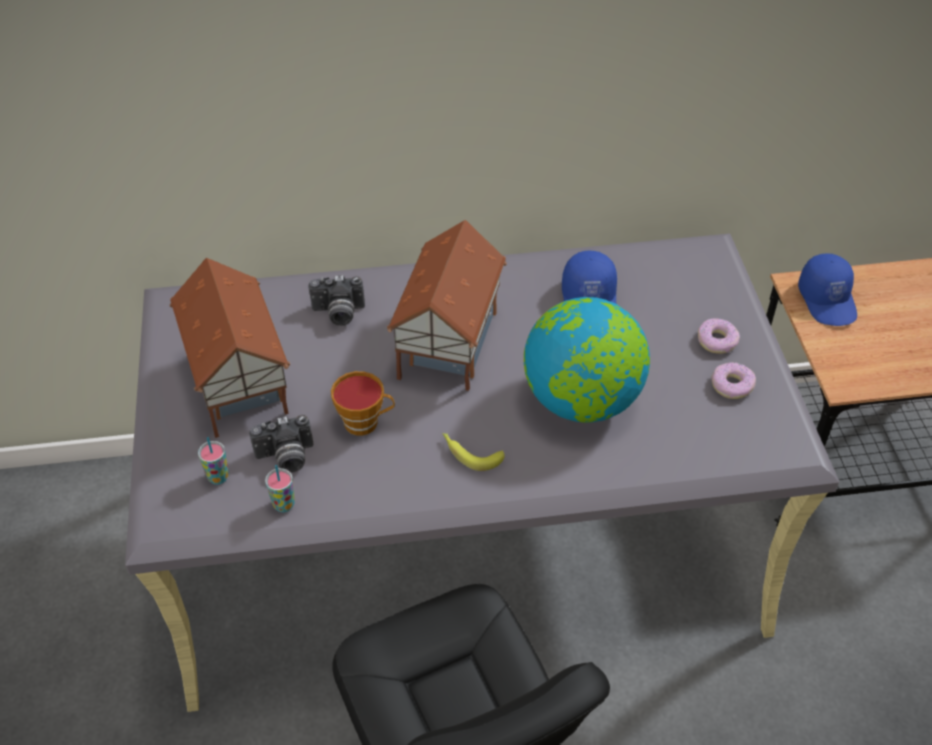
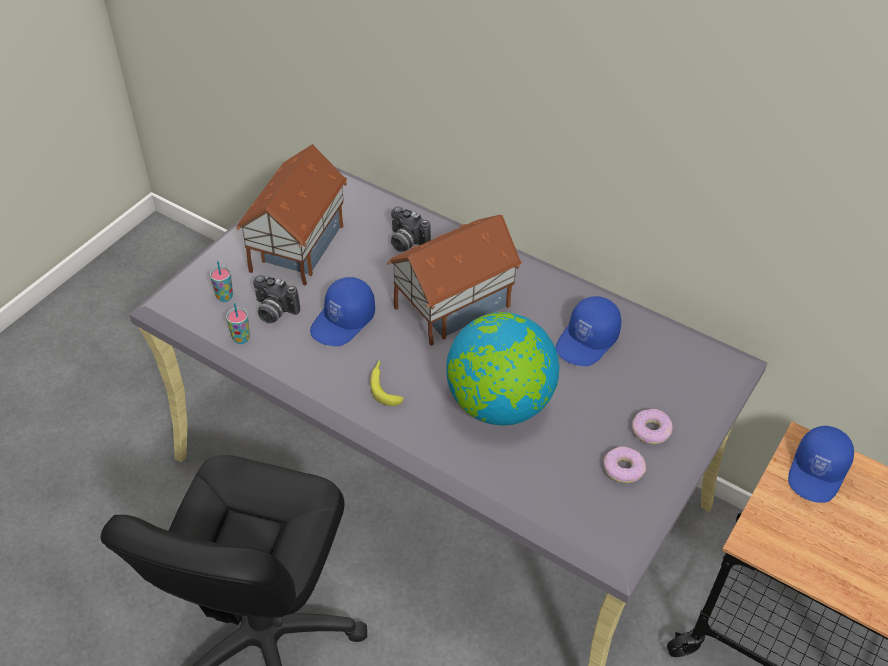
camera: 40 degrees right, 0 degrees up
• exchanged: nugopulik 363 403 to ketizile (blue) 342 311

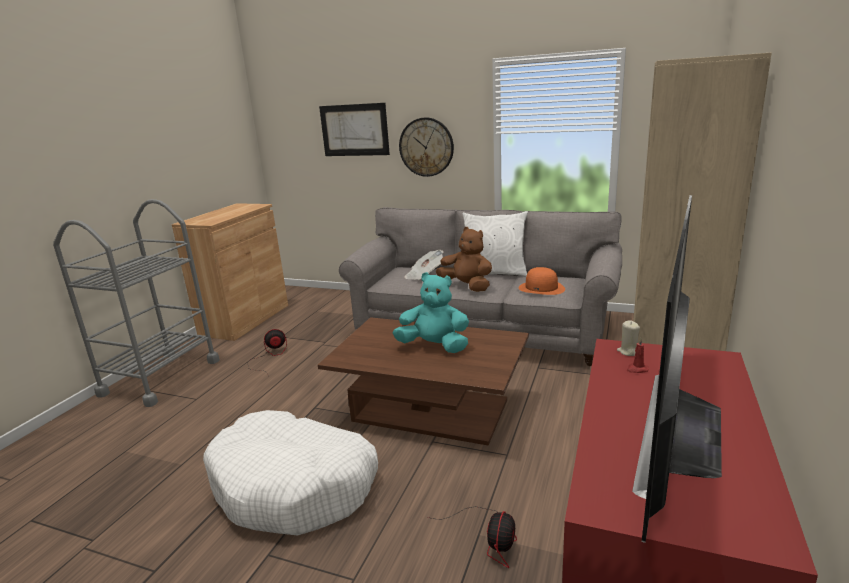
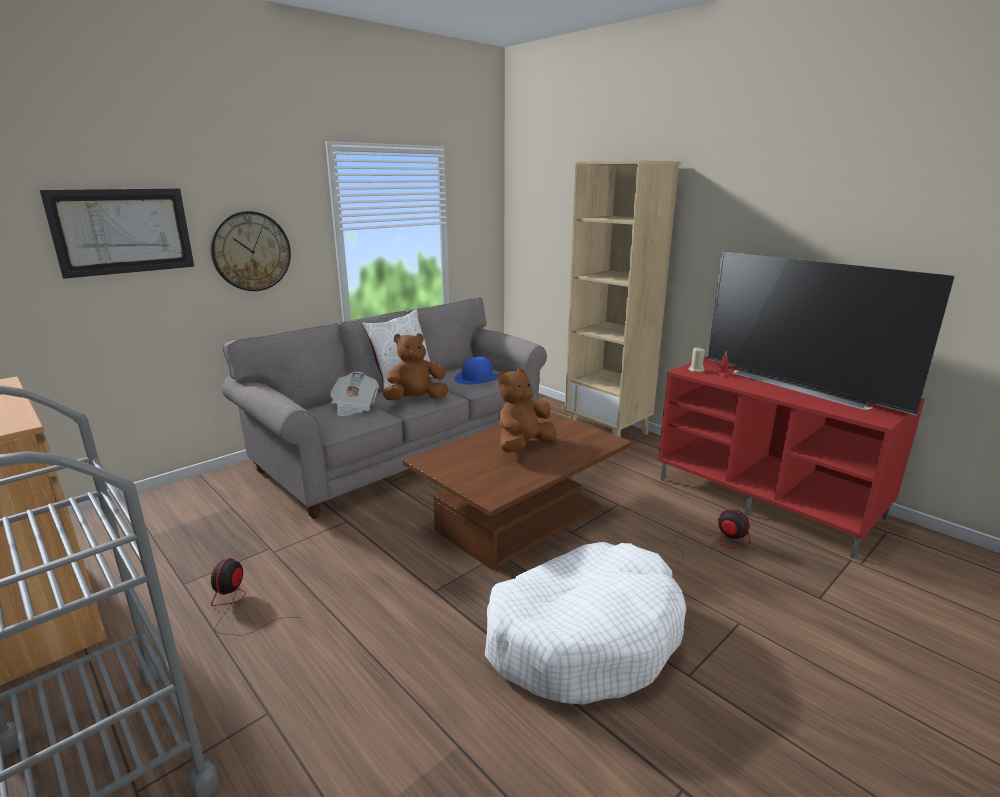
camera: 65 degrees left, 0 degrees up
• colour: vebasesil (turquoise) 431 312 to vebasesil (brown) 527 410
• colour: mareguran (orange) 542 281 to mareguran (blue) 476 371

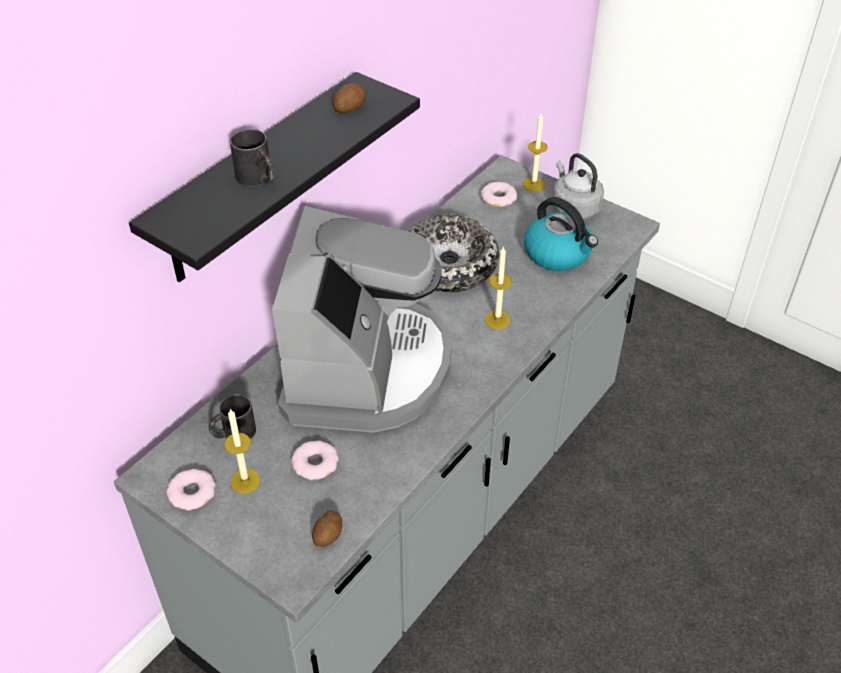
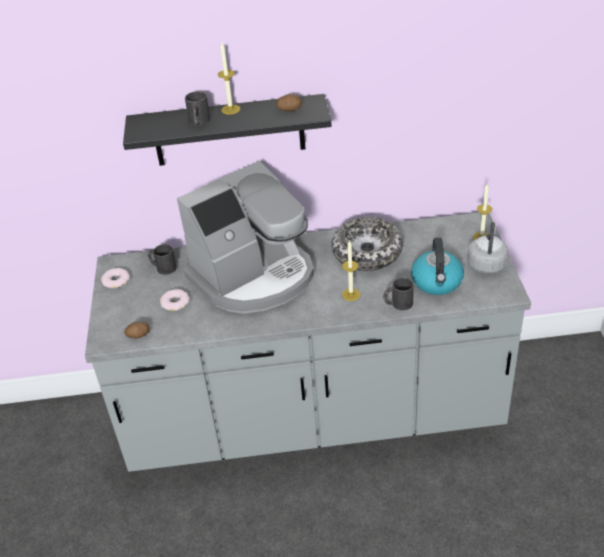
camera: 50 degrees right, 5 degrees down
• missing: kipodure 499 194
• appeared: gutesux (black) 398 293
• relocated: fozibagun 242 451 to 229 79

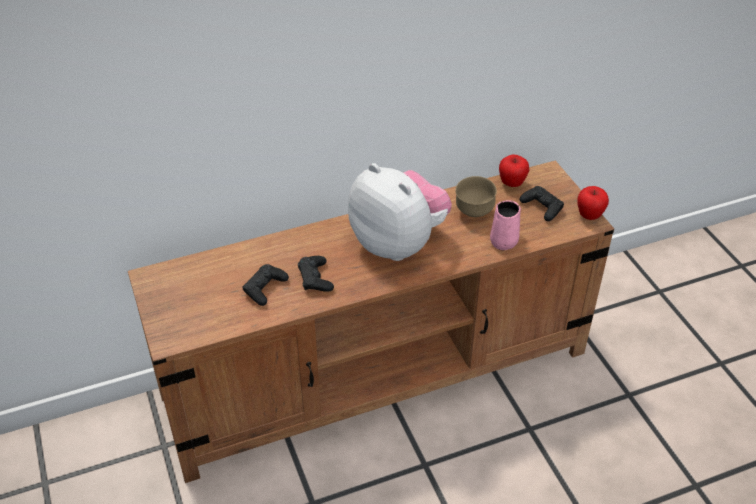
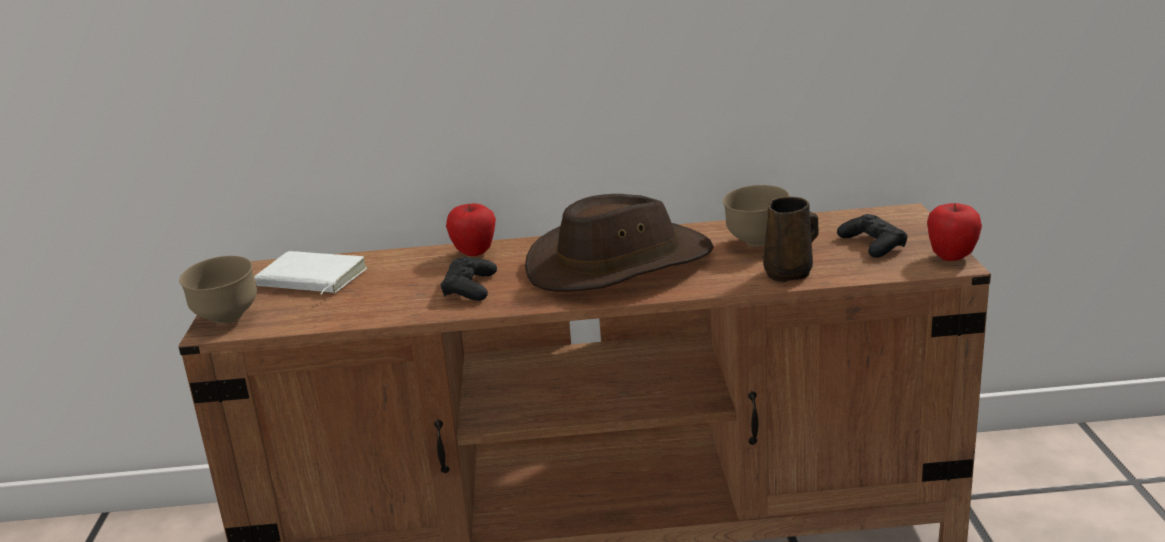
camera: 20 degrees right, 20 degrees down
• missing: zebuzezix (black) 266 285
• appeared: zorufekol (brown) 218 290
• appeared: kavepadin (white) 311 273
• relocated: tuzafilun 514 170 to 471 229
• exchanged: vebasesil 400 212 to mareguran (brown) 619 243
• colour: gutesux (pink) 505 225 to gutesux (brown) 791 239

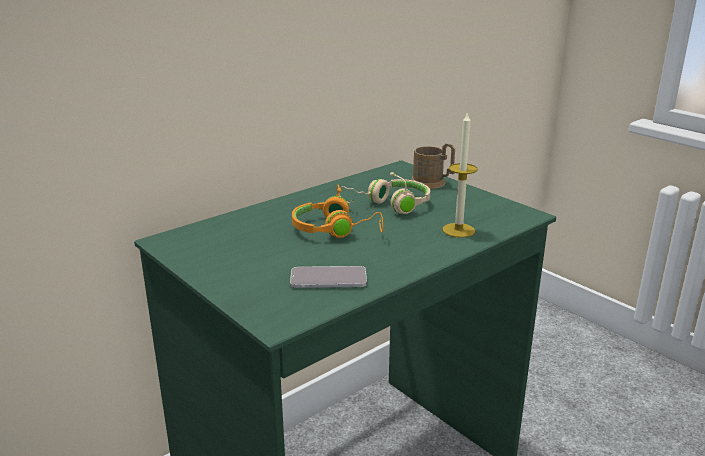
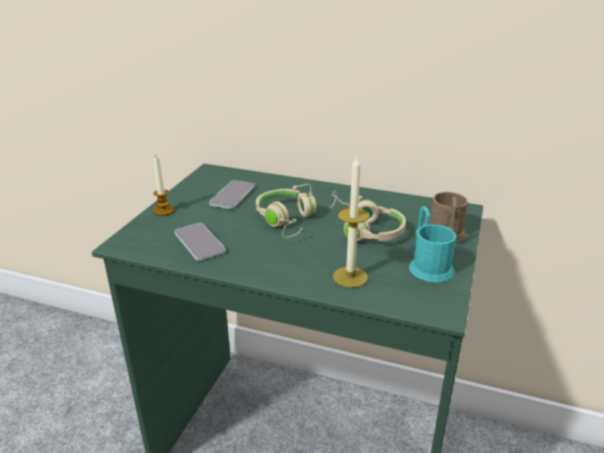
camera: 60 degrees right, 5 degrees up
• appeared: fozibagun 163 186
• appeared: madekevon 232 194
• appeared: gutesux (turquoise) 432 244
• colour: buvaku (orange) 337 211 to buvaku (beige) 286 211

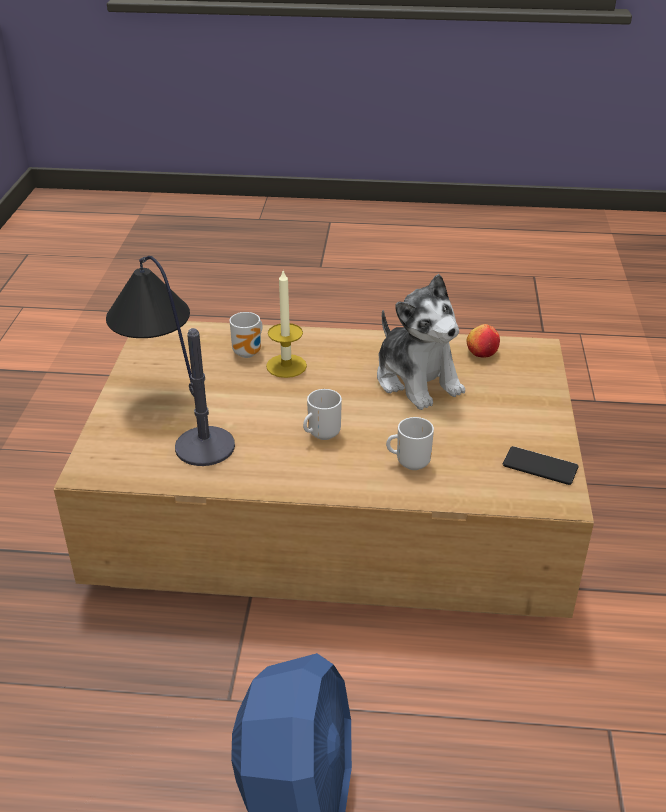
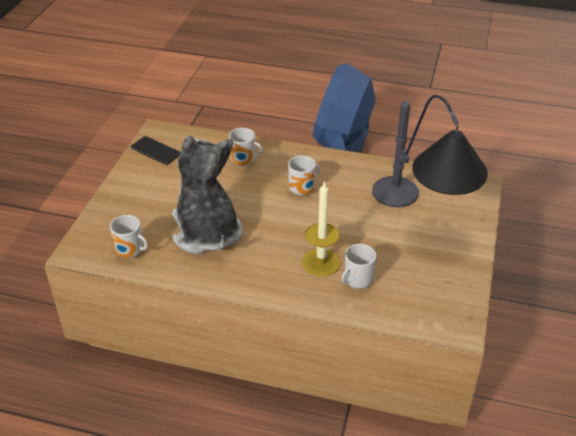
camera: 170 degrees left, 5 degrees up
• exchanged: tuzafilun 483 341 to gutesux 129 236

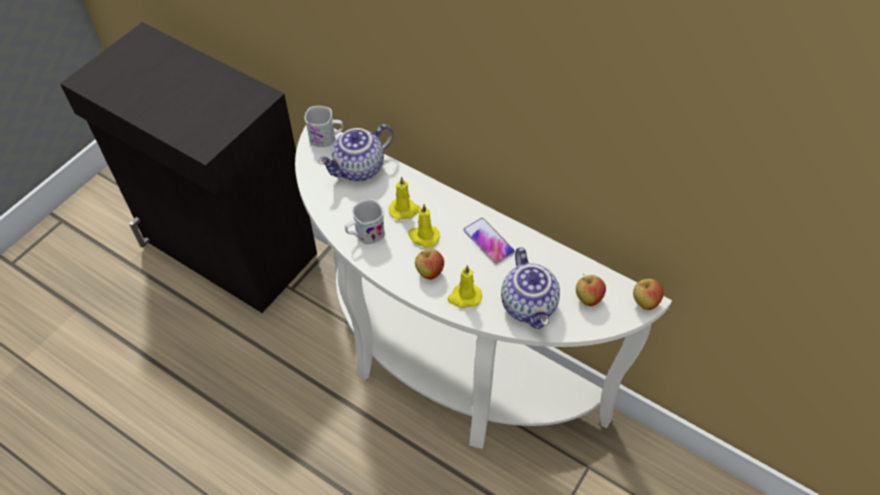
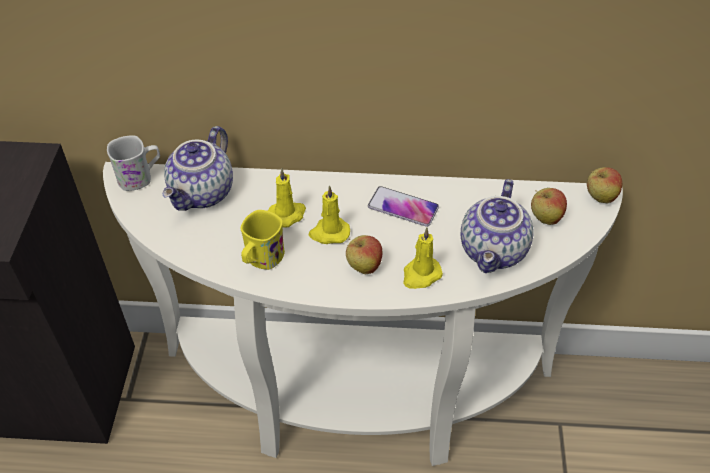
camera: 30 degrees left, 5 degrees down
• colour: gutesux (white) 365 222 to gutesux (yellow) 262 240
• spun: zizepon 530 288 = 497 226 60 degrees clockwise

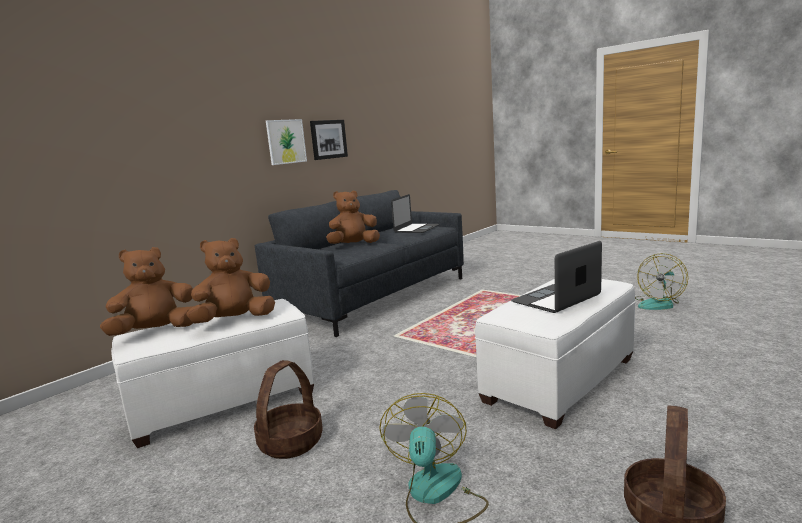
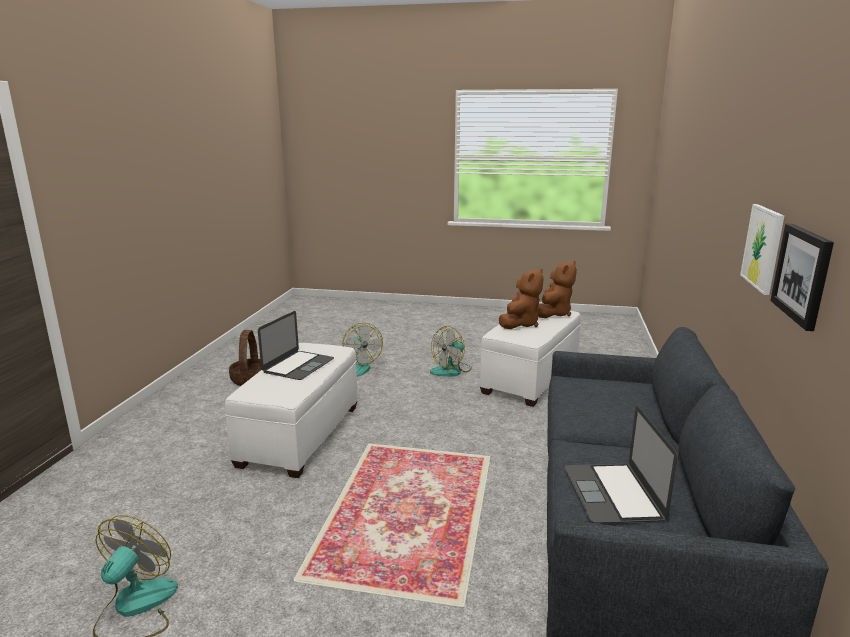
camera: 150 degrees right, 5 degrees up
• missing: vebasesil (brown) 353 217
• exchanged: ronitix 288 409 to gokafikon 451 351

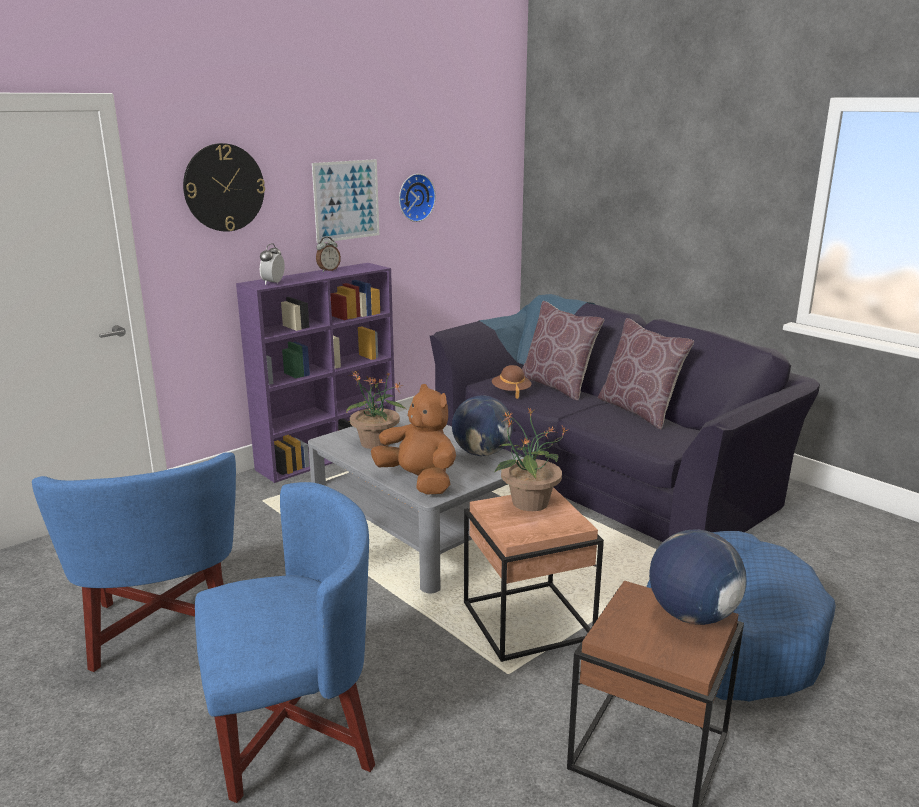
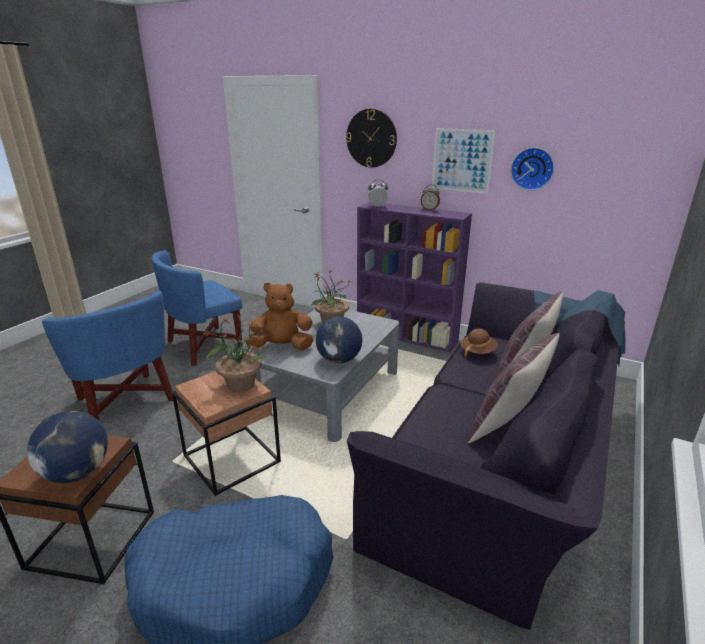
camera: 70 degrees right, 5 degrees up
• spun: vebasesil (brown) 413 439 = 279 316 120 degrees counterclockwise

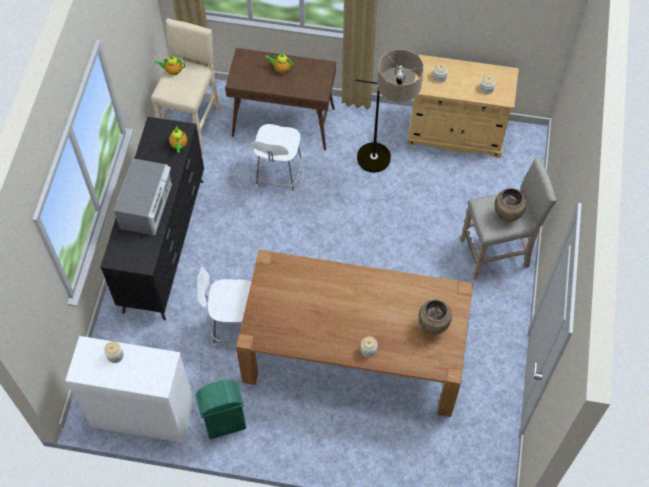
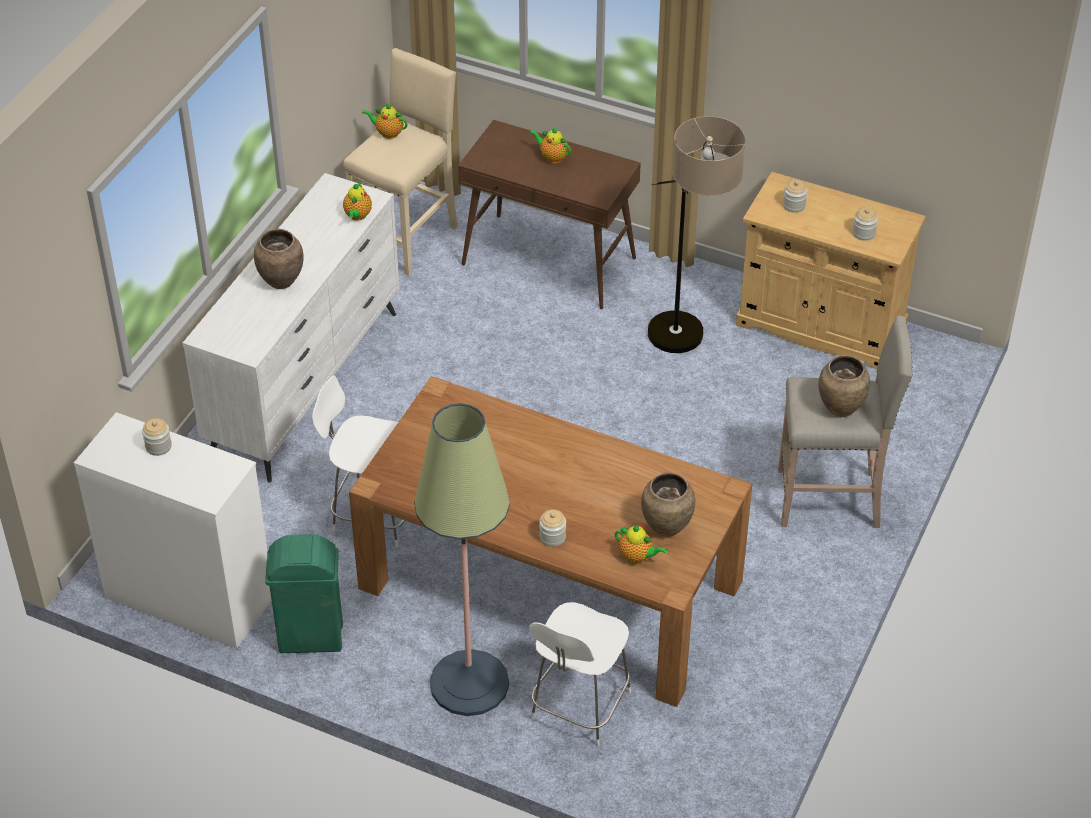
camera: 15 degrees right, 15 degrees down
• appeared: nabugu 462 559
• appeared: zizepon 641 544
• relocated: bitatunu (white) 277 159 to 580 674
• exchanged: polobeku 143 196 to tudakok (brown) 279 259
• colour: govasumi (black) 152 219 to govasumi (white) 291 328

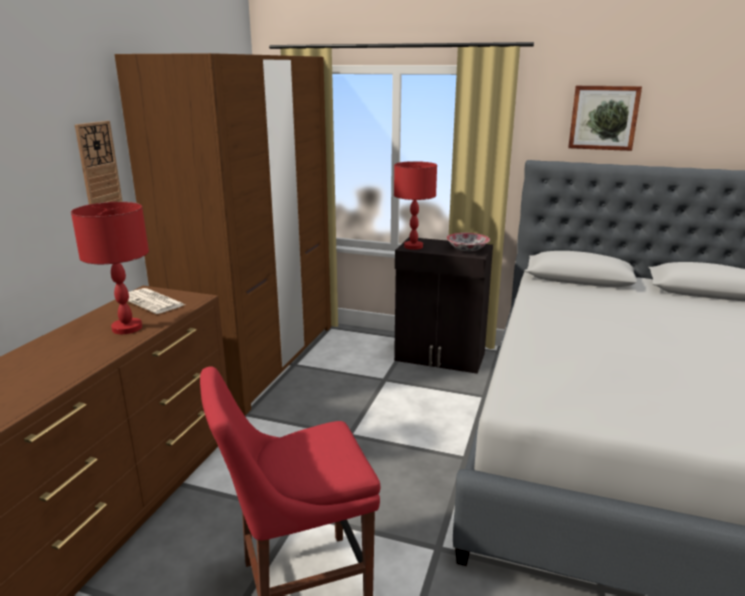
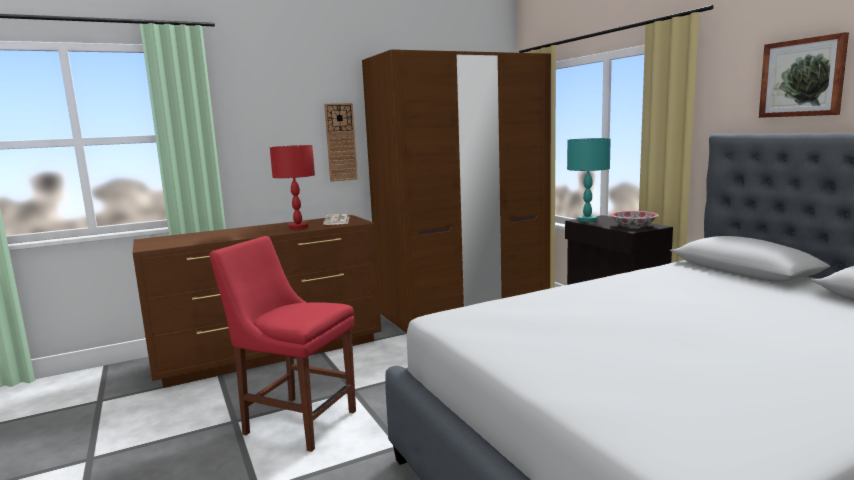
camera: 45 degrees right, 10 degrees down
• colour: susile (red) 415 205 to susile (turquoise) 589 180

